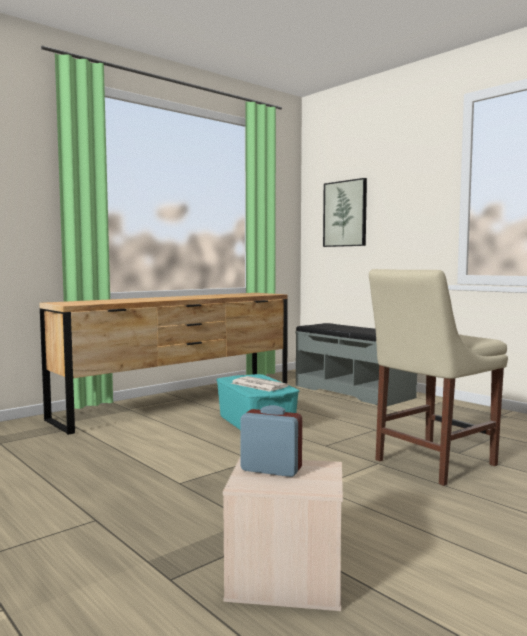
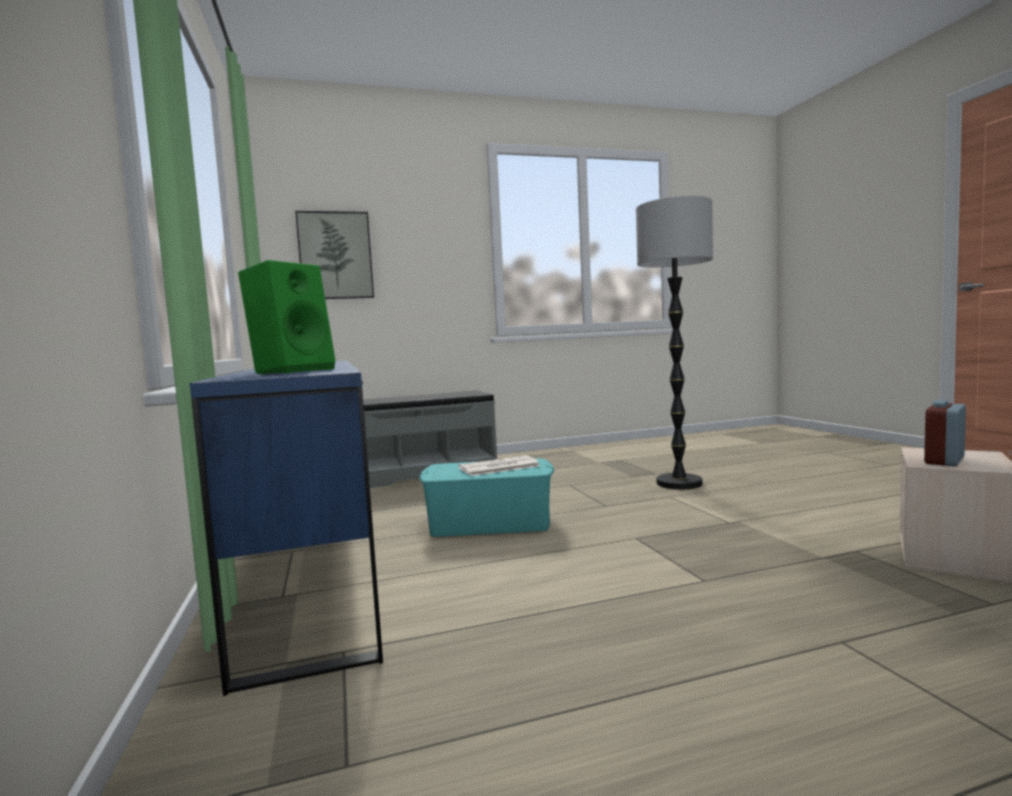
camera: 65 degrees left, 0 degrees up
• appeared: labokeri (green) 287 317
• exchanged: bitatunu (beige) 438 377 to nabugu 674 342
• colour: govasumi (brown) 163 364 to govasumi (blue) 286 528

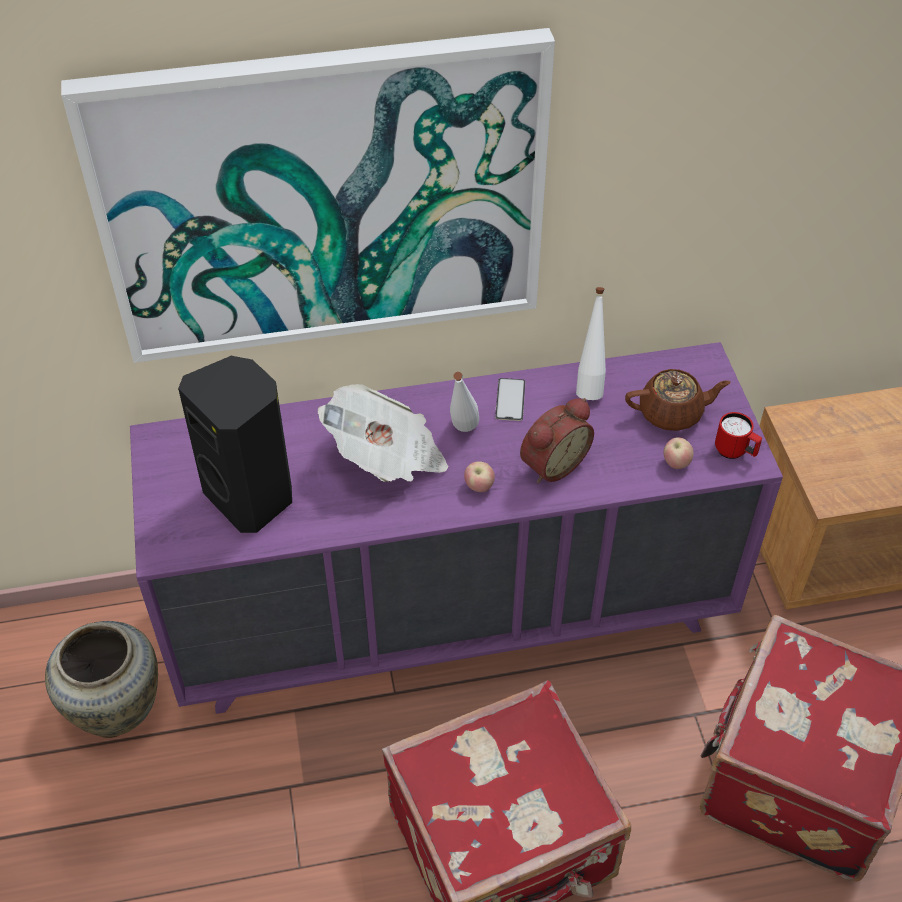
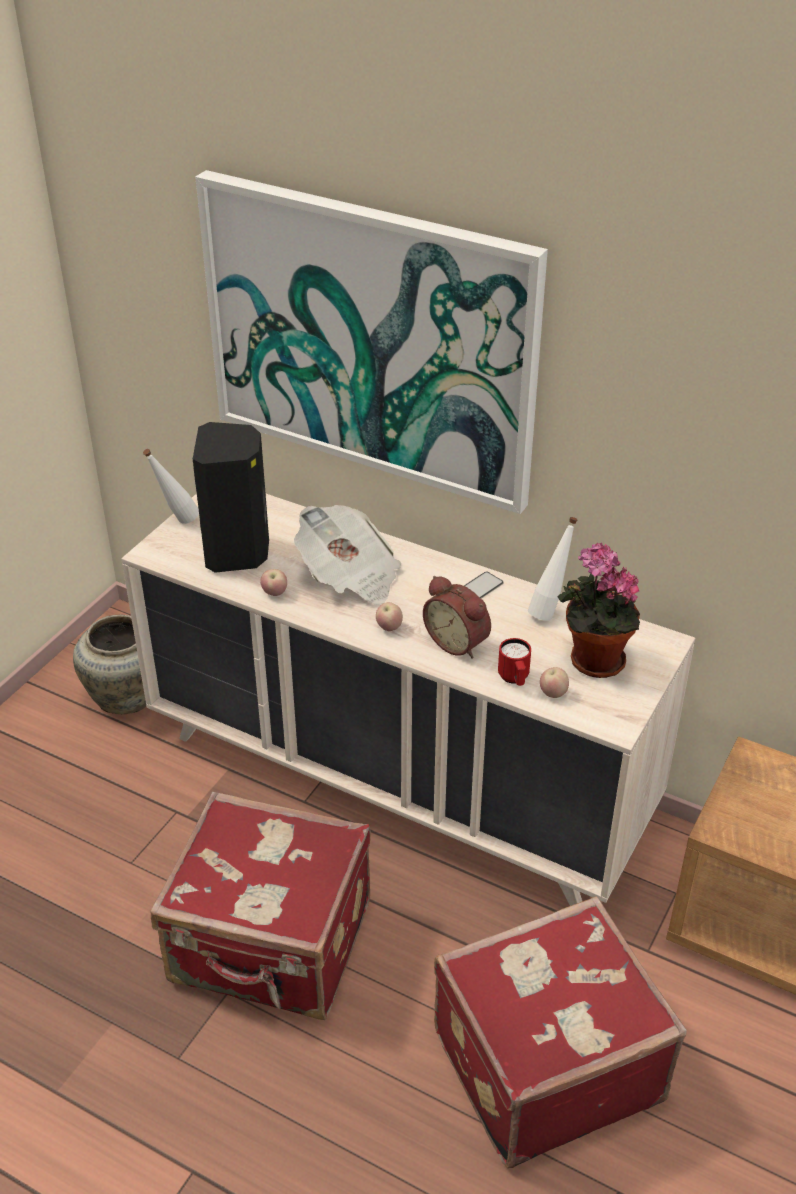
camera: 40 degrees right, 10 degrees down
• appeared: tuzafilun 273 582
• relocated: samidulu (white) 464 402 to 171 486
• relocated: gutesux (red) 738 435 to 514 662
• exchanged: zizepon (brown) 678 400 to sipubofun 598 610
• colour: govasumi (purple) 456 528 to govasumi (beige) 408 700
• spun: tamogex 557 441 = 457 617 45 degrees clockwise

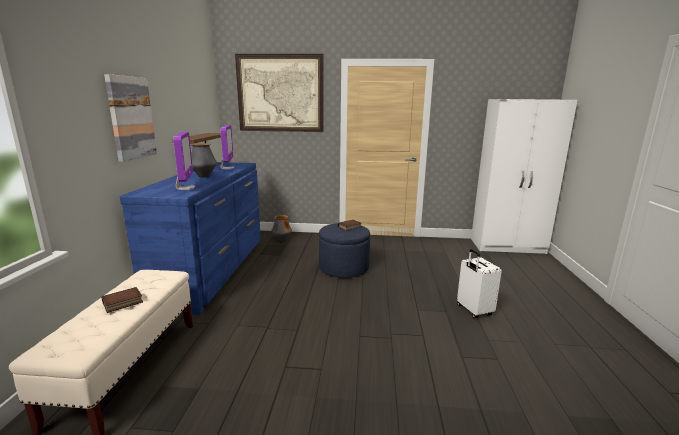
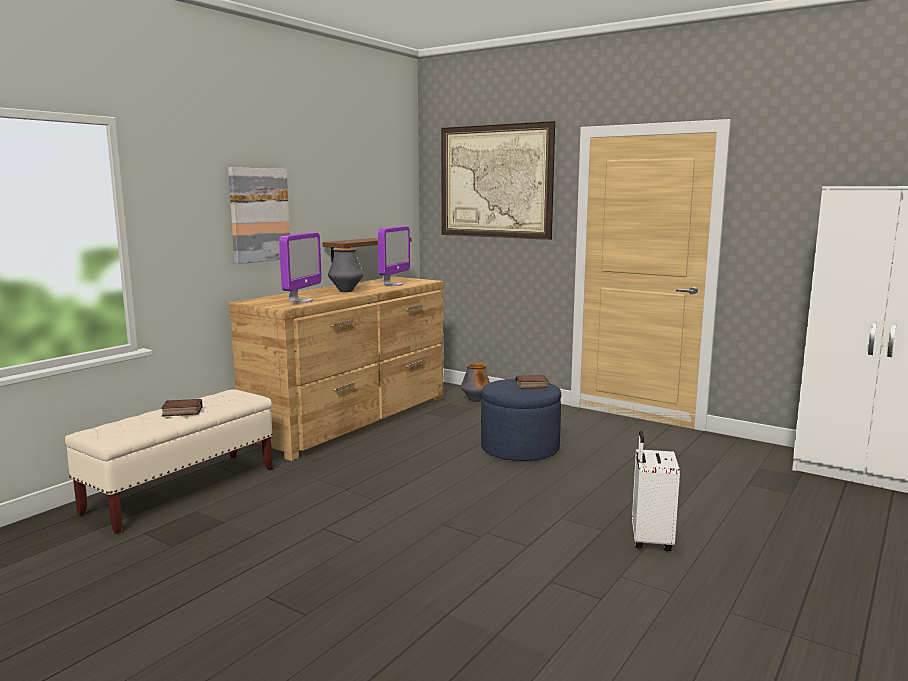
camera: 30 degrees right, 5 degrees down
• colour: govasumi (blue) 190 238 to govasumi (brown) 336 368

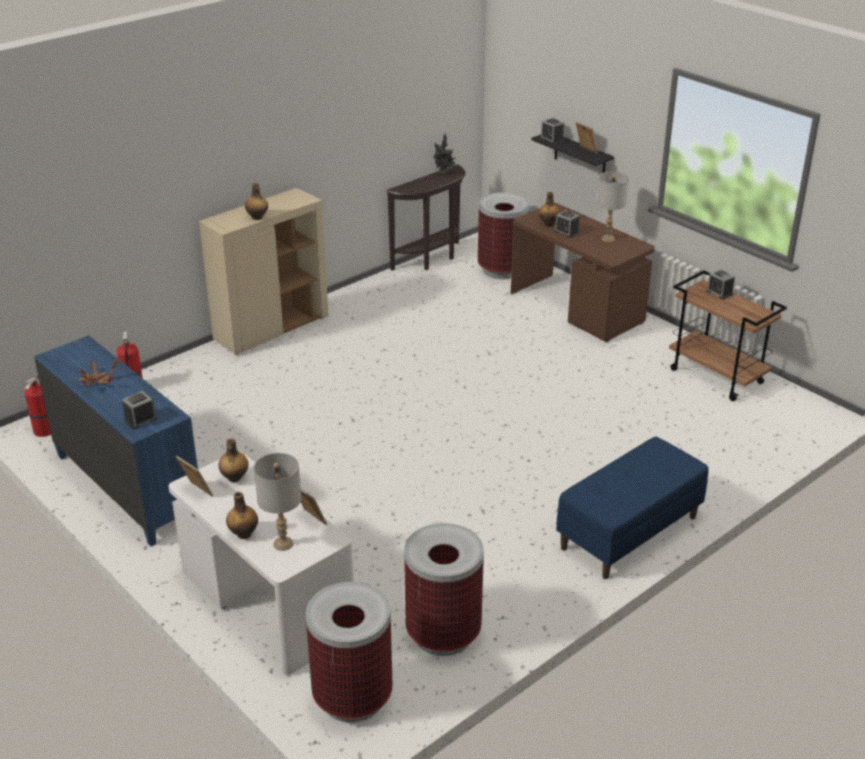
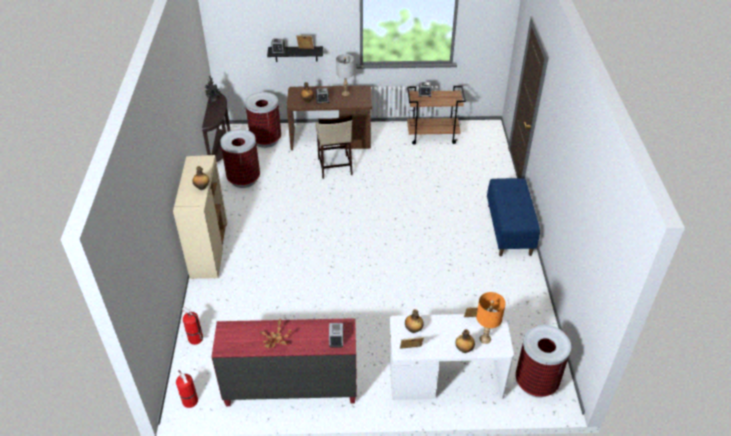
camera: 50 degrees left, 10 degrees up
• appeared: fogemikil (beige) 334 147
• relocated: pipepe 444 589 to 240 158
• colour: govasumi (blue) 116 440 to govasumi (red) 284 362
• colour: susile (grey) 277 502 to susile (orange) 491 318

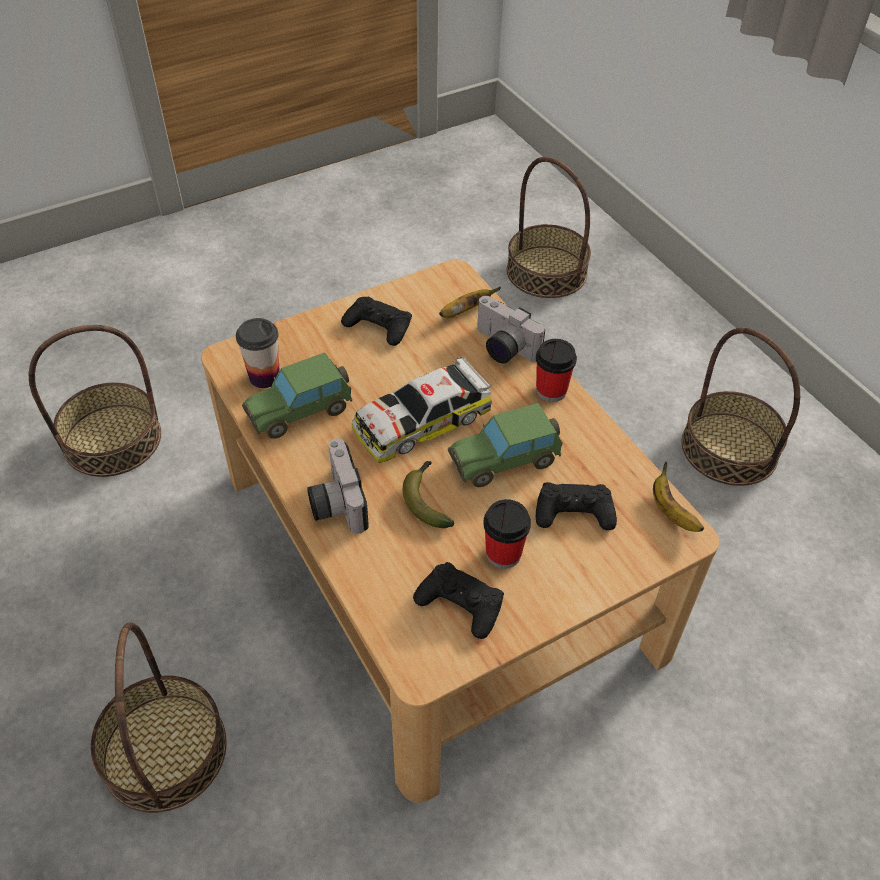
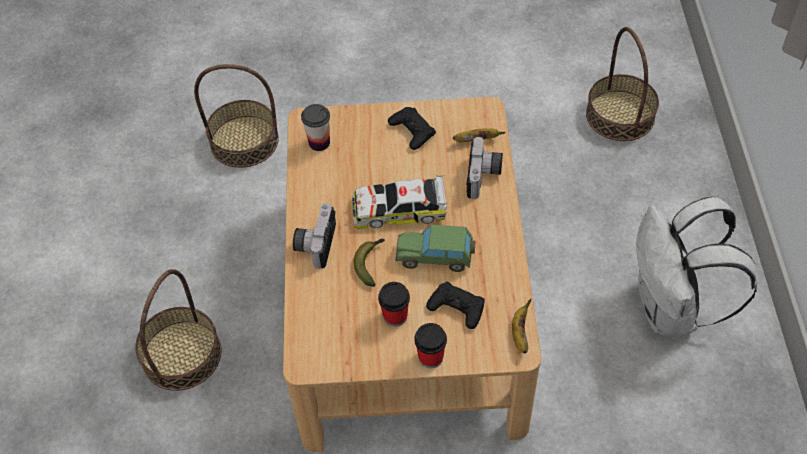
camera: 30 degrees right, 5 degrees up
• missing: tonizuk 297 396
• missing: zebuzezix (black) 458 600
• relocated: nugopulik 556 370 to 430 345
• exchanged: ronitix 740 407 to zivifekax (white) 696 266
• spun: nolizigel 511 330 = 484 168 150 degrees counterclockwise

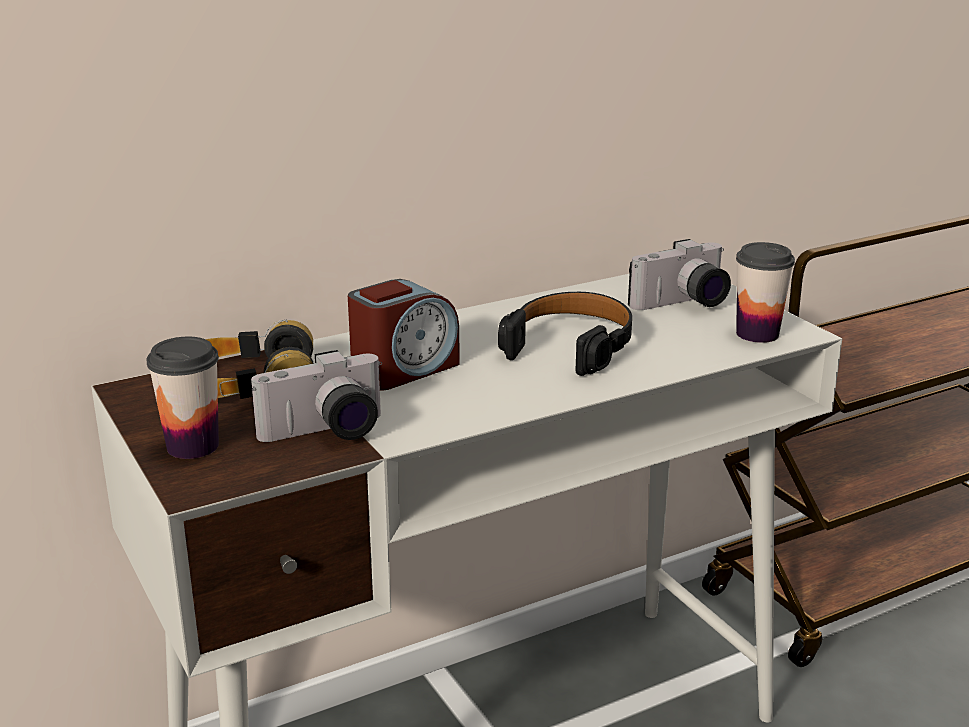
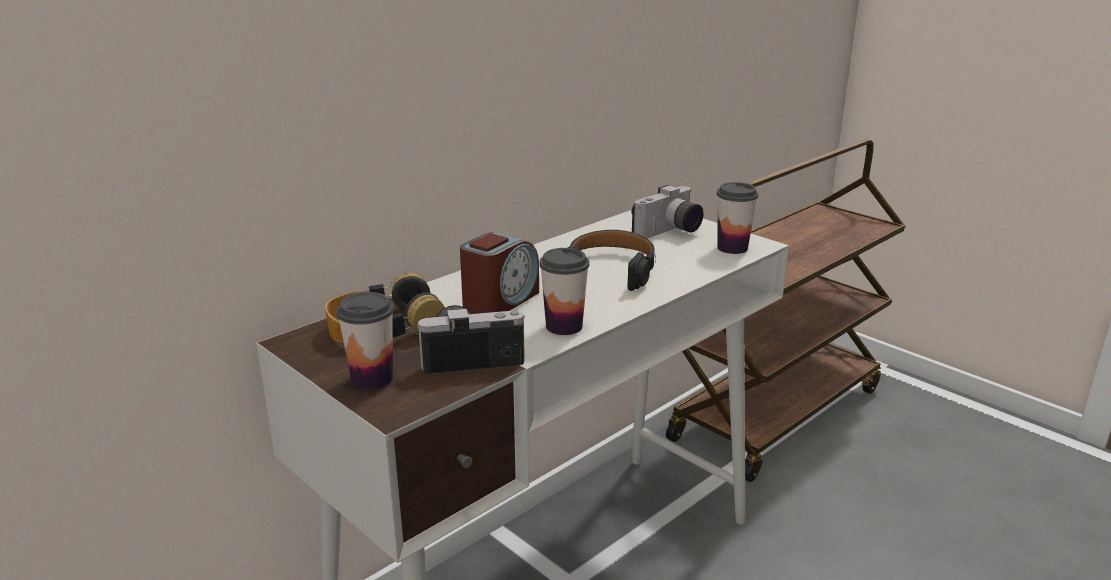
camera: 15 degrees left, 0 degrees up
• appeared: nugopulik 564 291
• spun: nolizigel 316 396 = 470 339 150 degrees counterclockwise

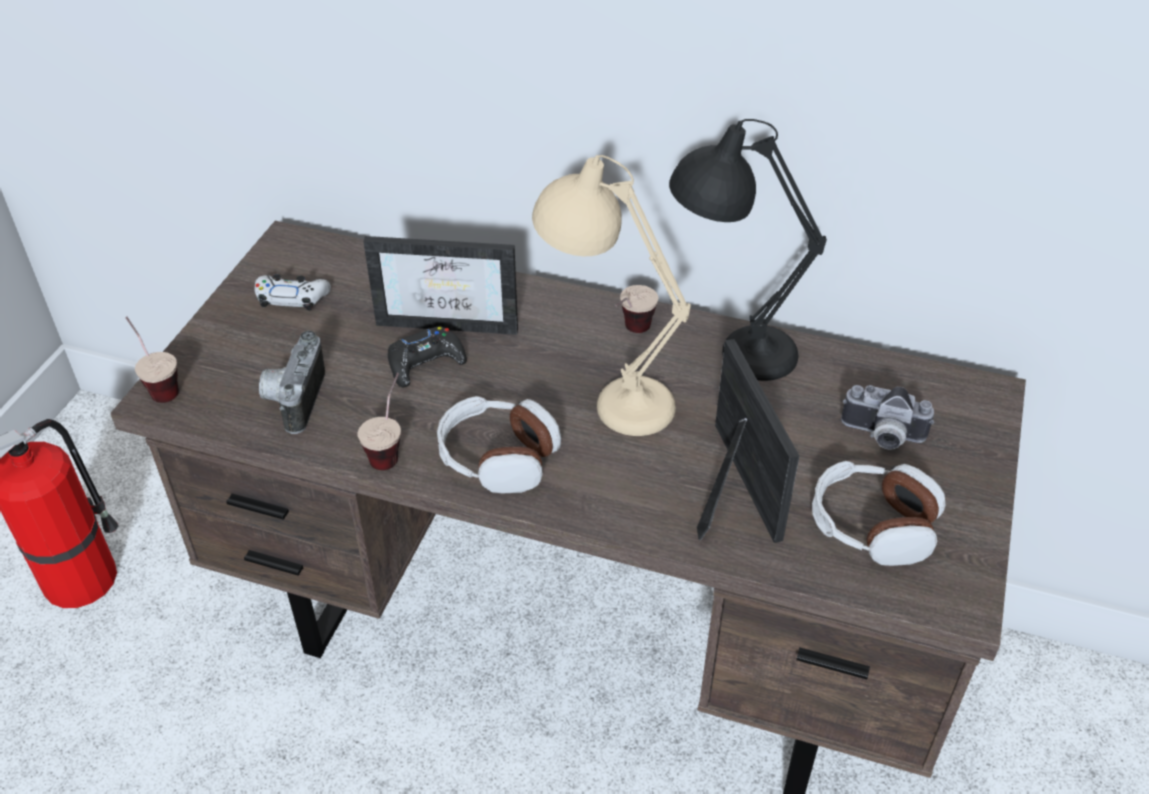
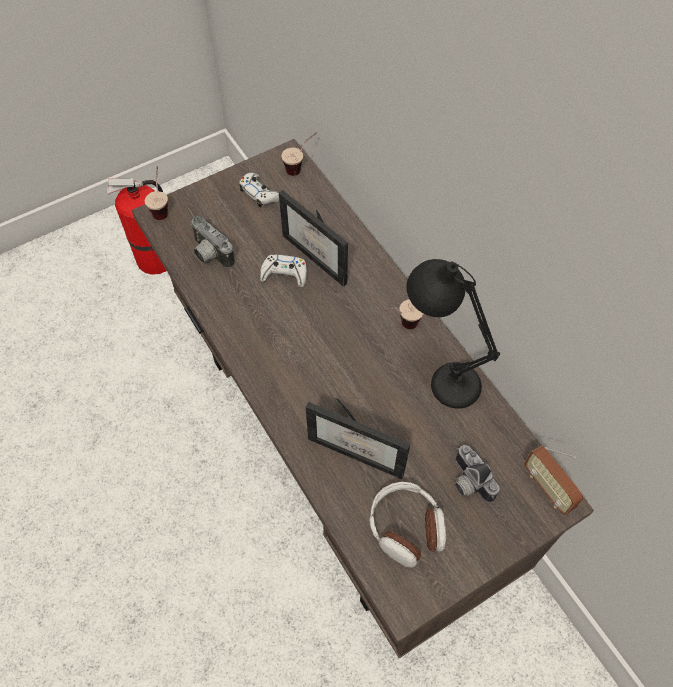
camera: 40 degrees right, 15 degrees up
• missing: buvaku 499 444
• missing: susile (beige) 611 295
• appeared: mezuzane 554 480
• relocated: nugopulik 379 421 to 299 154
• colour: zebuzezix (black) 427 356 to zebuzezix (white) 283 270
• spun: nolizigel 292 382 = 213 241 90 degrees counterclockwise
• spun: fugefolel 748 441 = 358 438 90 degrees clockwise

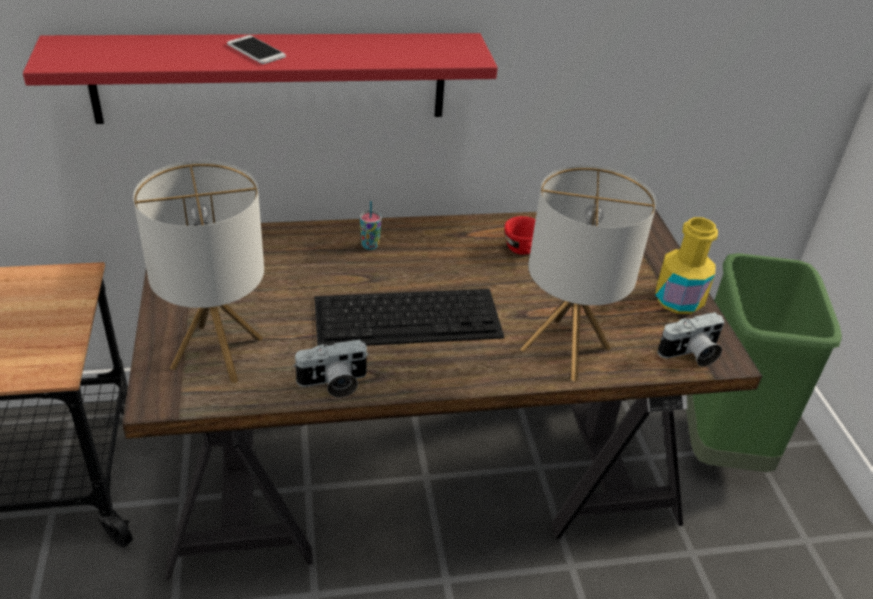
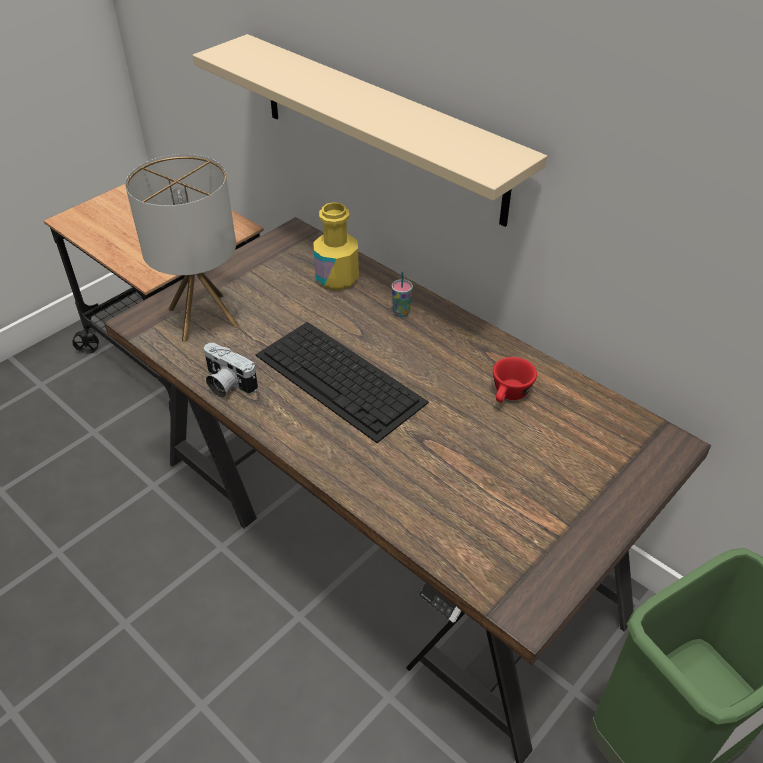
camera: 55 degrees right, 5 degrees up
• missing: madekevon 256 49
• missing: susile 588 273
• missing: nolizigel 690 339
• relocated: samidulu (yellow) 686 265 to 336 246
• colour: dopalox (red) 260 78 to dopalox (beige) 369 130

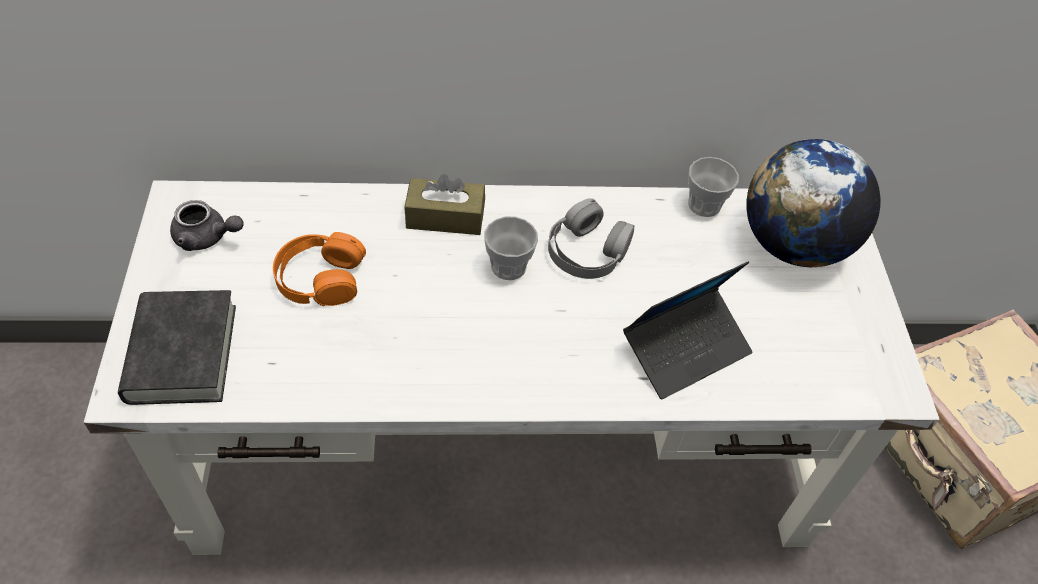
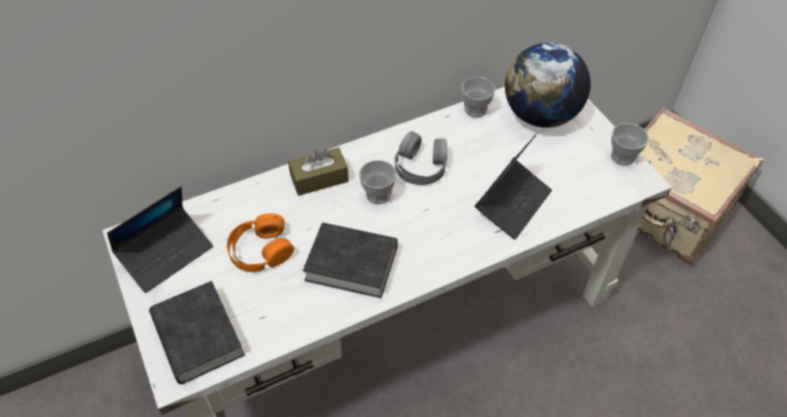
camera: 20 degrees left, 0 degrees up
• appeared: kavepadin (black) 350 260
• appeared: nugopulik 630 144
• exchanged: zizepon (grey) 207 225 to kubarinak 160 239

